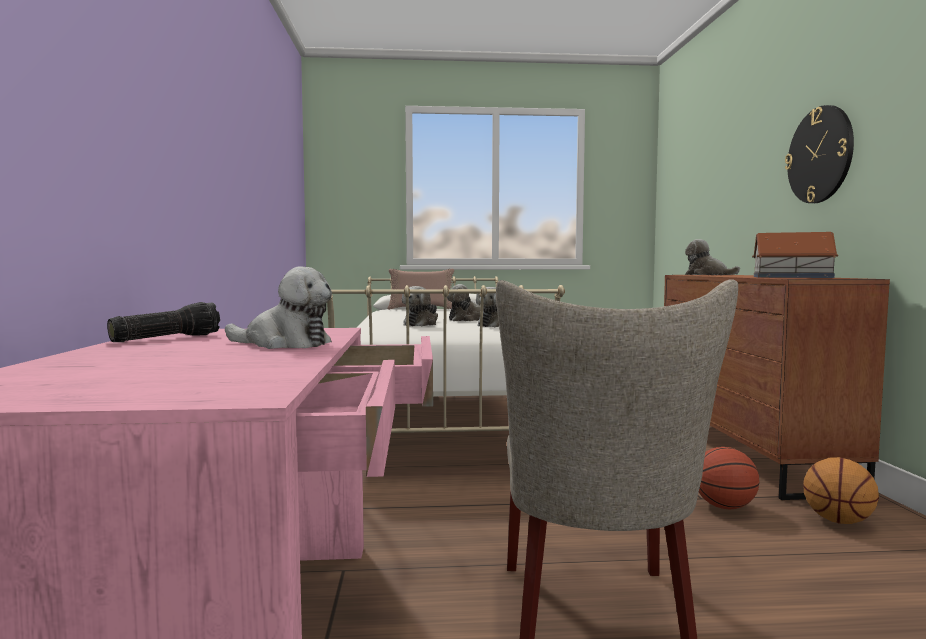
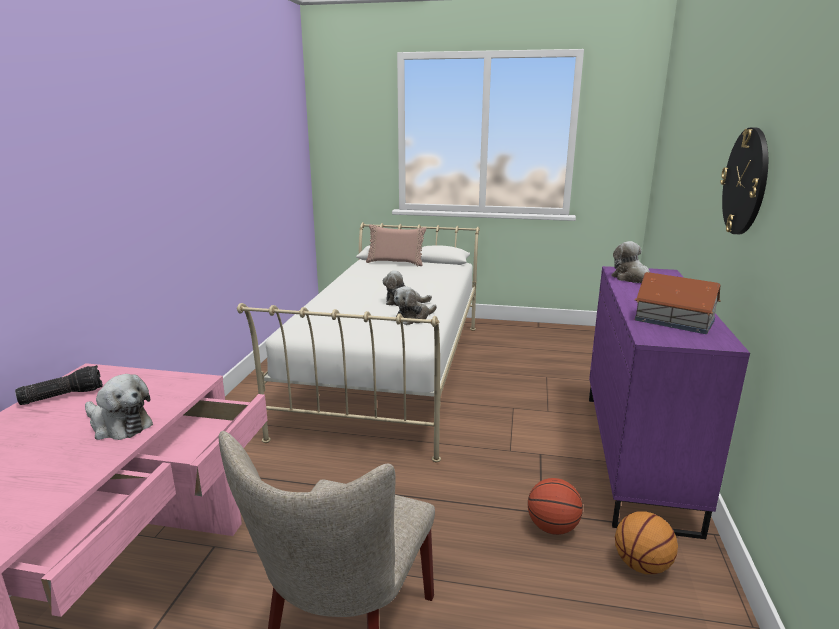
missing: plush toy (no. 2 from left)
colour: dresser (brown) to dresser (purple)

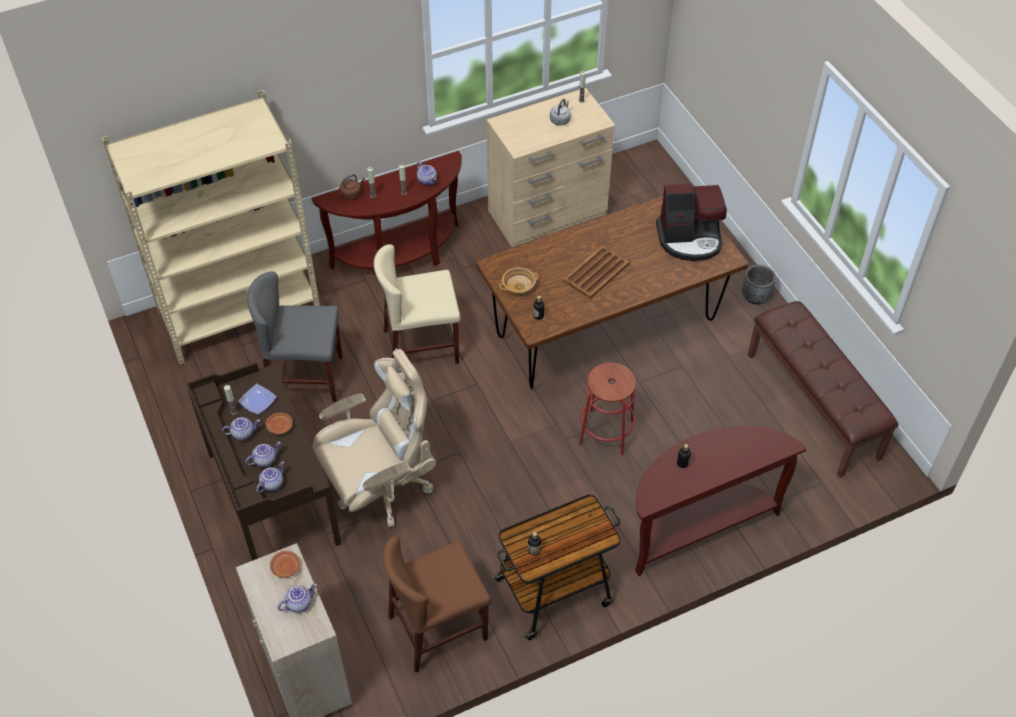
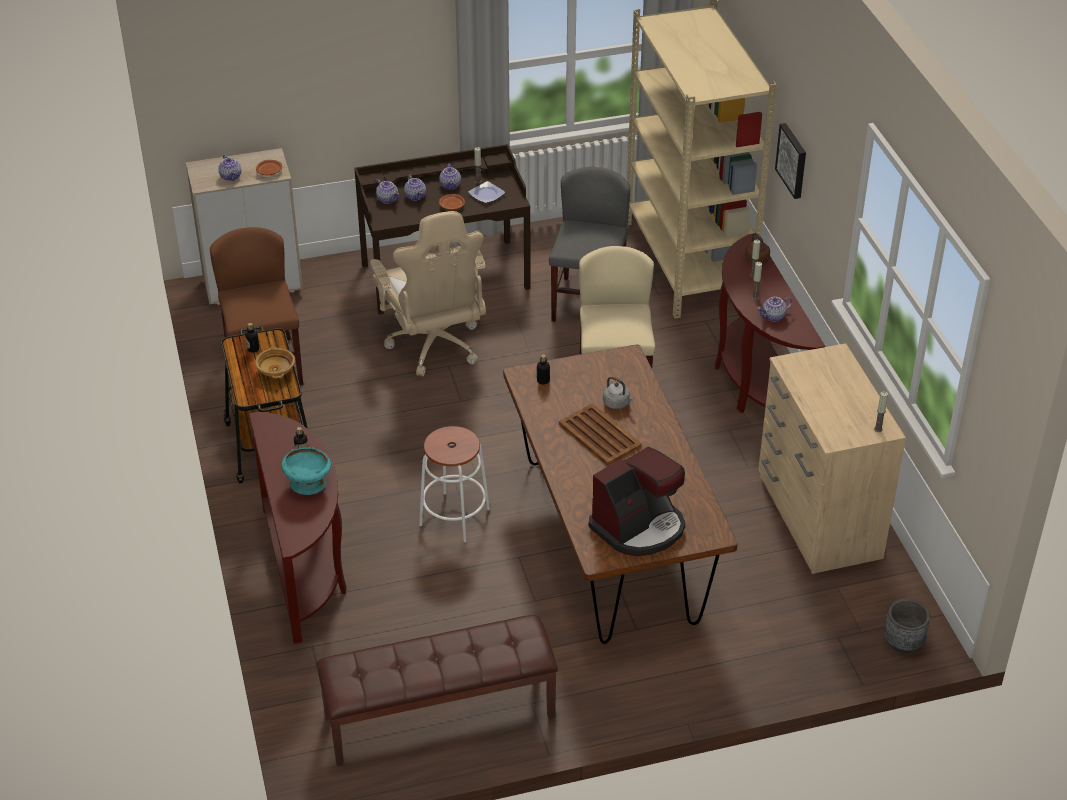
appeared: bowl (turquoise); picture
relocated: bowl (beige); kettle (grey); planter (grey)
colour: stool (red) to stool (white)
spun: coffee machine 135 degrees counterclockwise

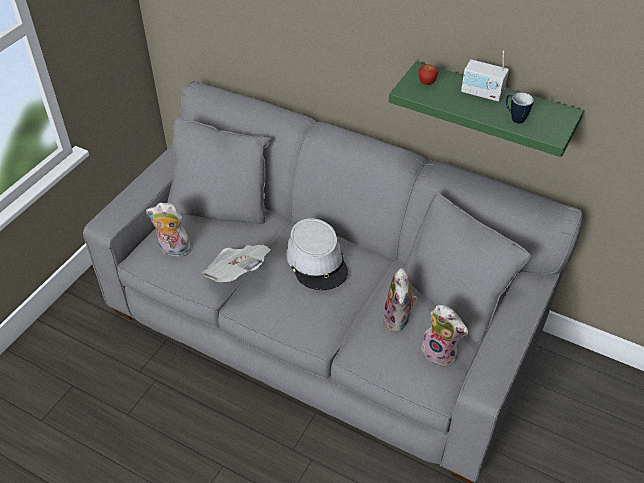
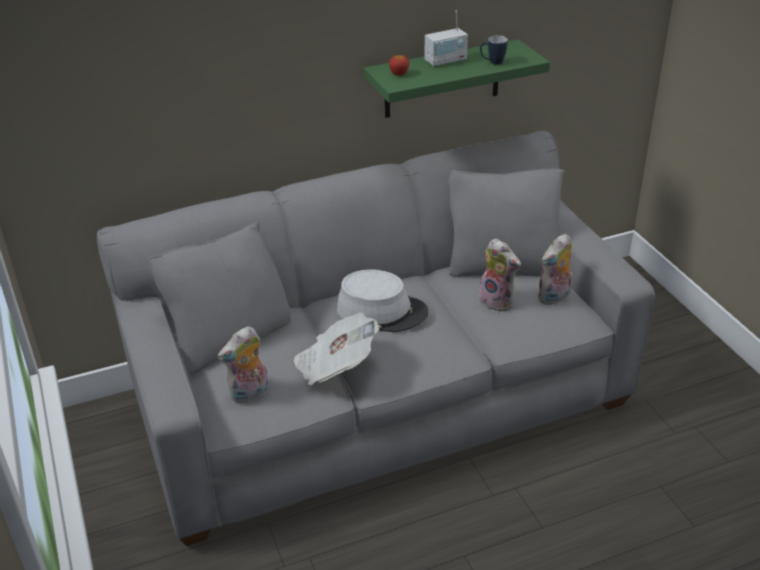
spun: plush toy (no. 3 from left) 150 degrees clockwise

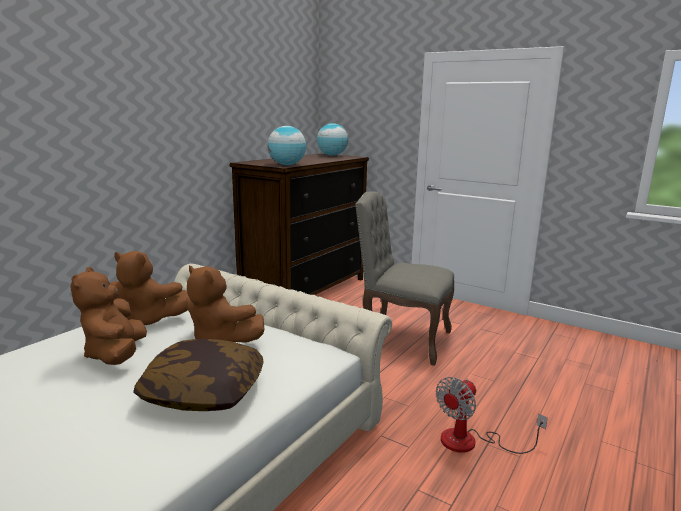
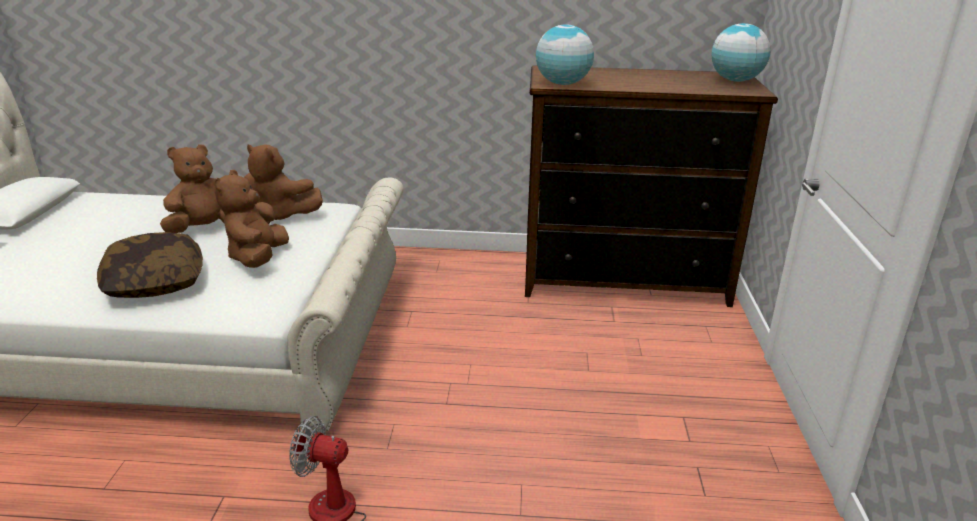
missing: chair (grey)
spun: plush toy (brown) (no. 2 from left in the first image) 45 degrees counterclockwise

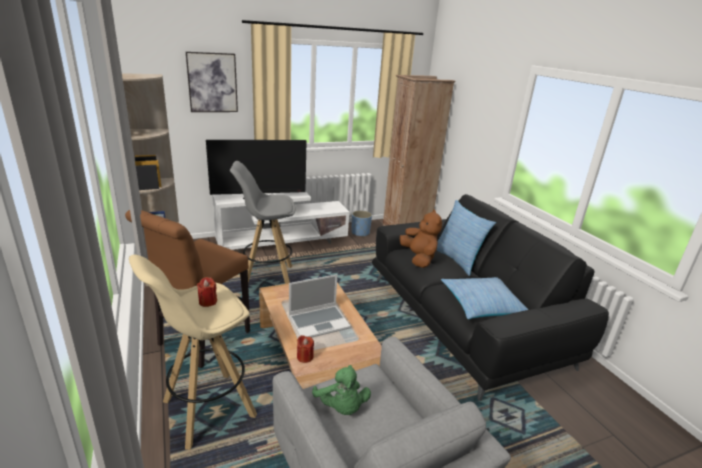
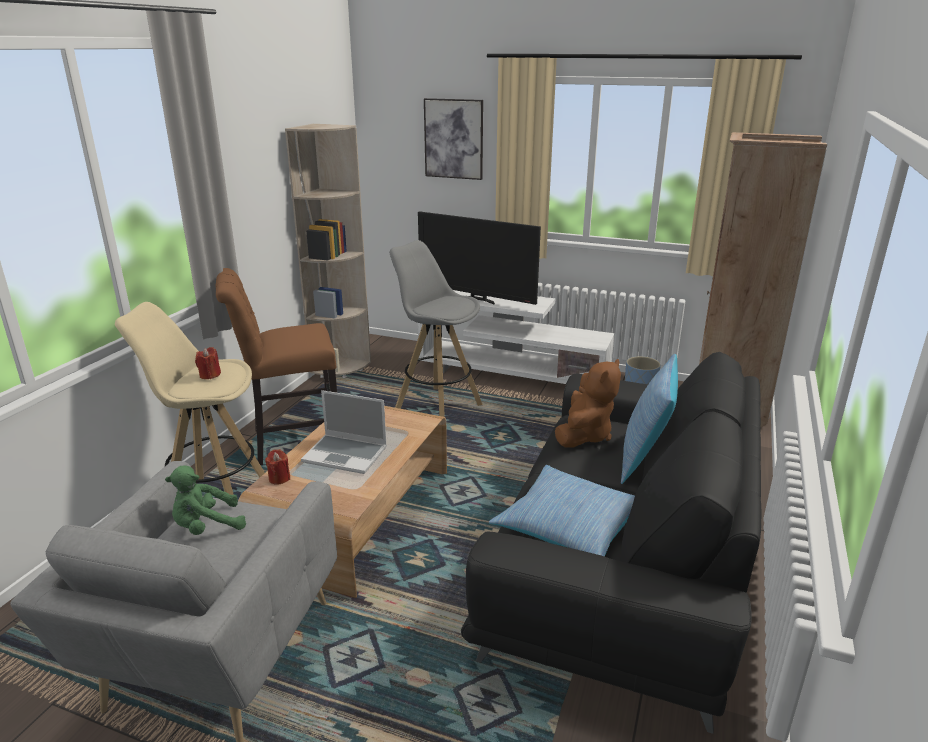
spun: plush toy (green) 45 degrees clockwise

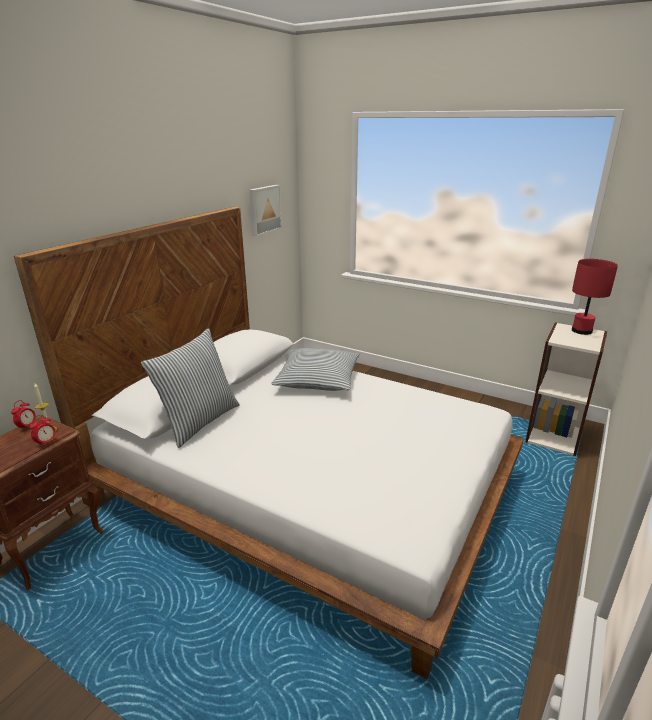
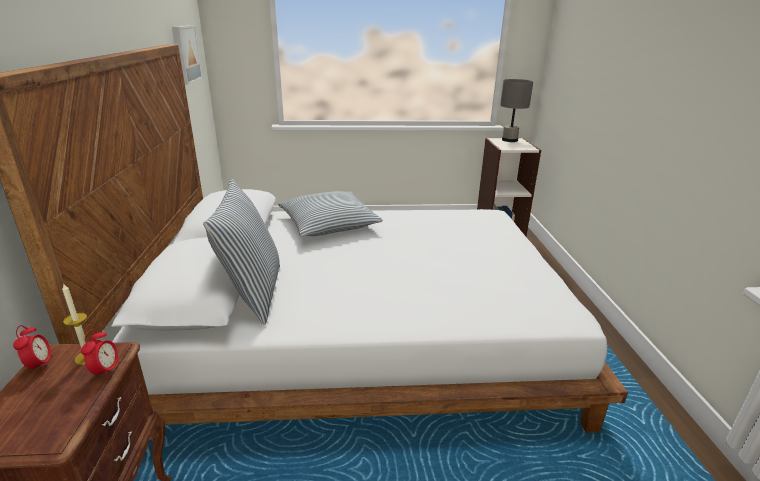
colour: table lamp (red) to table lamp (grey)

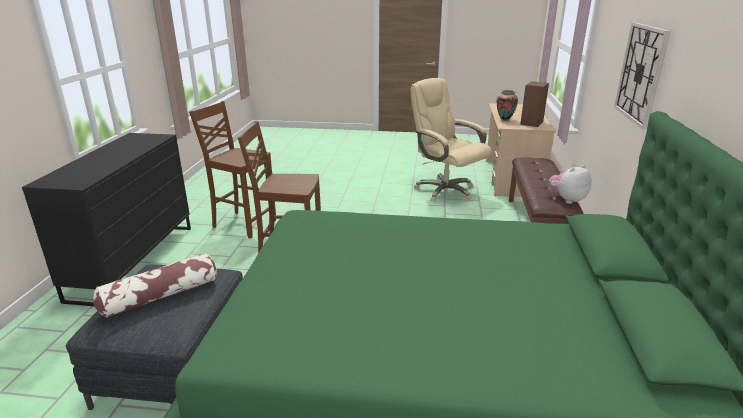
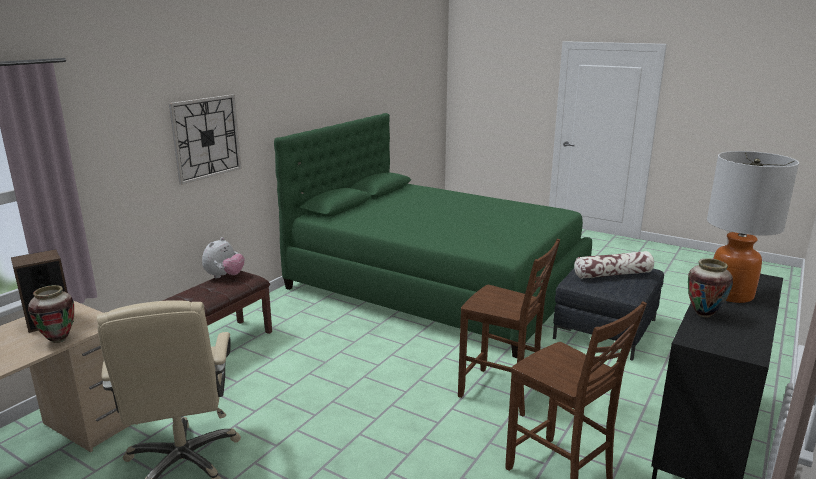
appeared: vase (no. 2 from left); table lamp
spun: plush toy 60 degrees counterclockwise

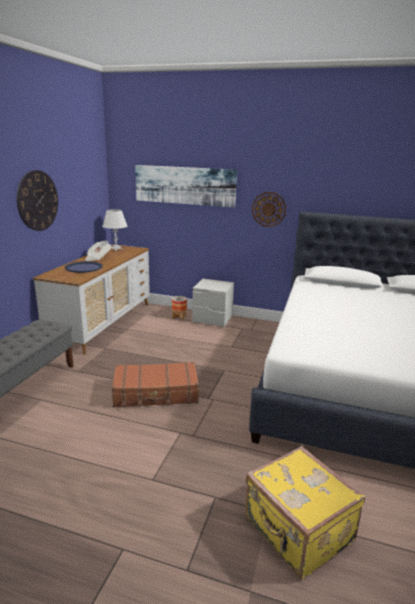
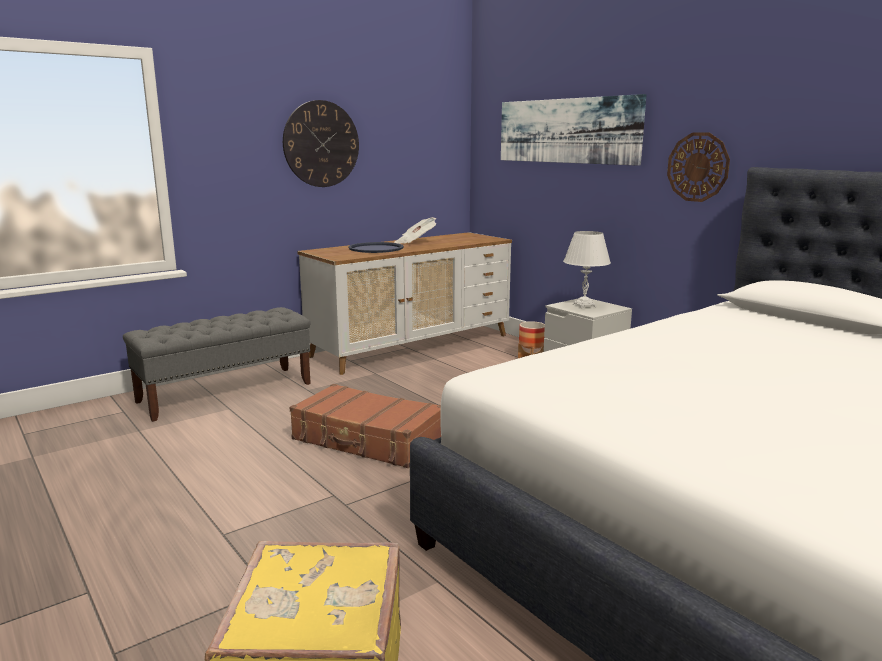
relocated: table lamp (white)

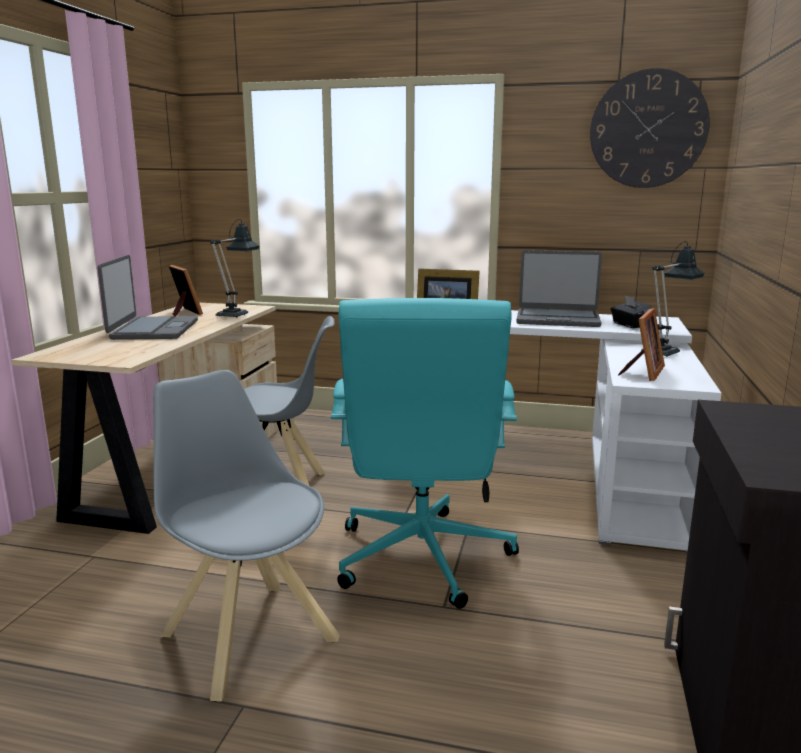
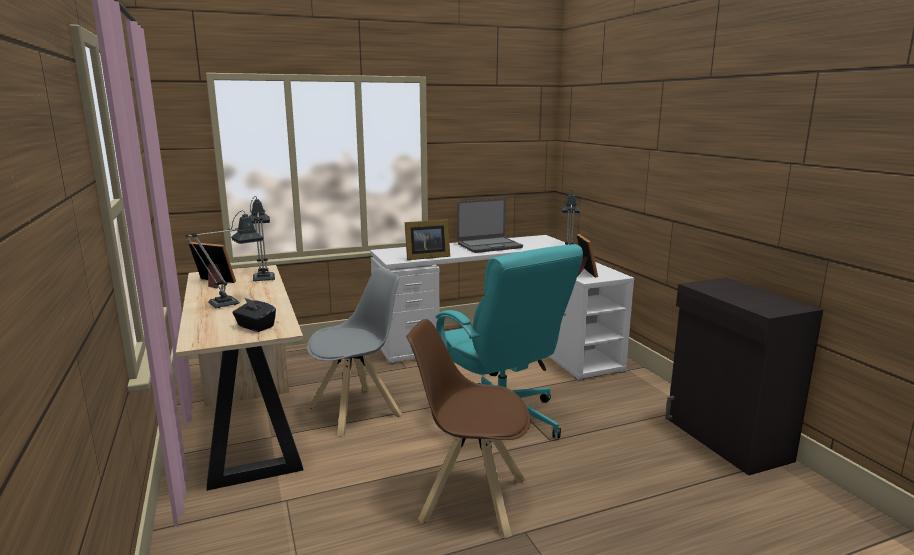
missing: wall clock
relocated: tissue box (black)
exchanged: laptop (no. 1 from left) to table lamp (no. 1 from left)
colour: chair (grey) (no. 1 from left) to chair (brown)

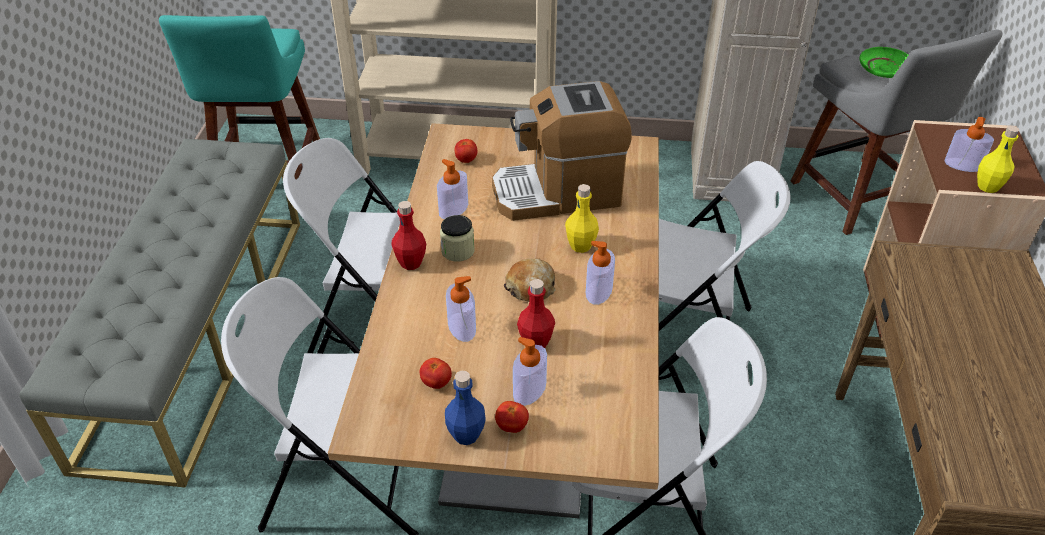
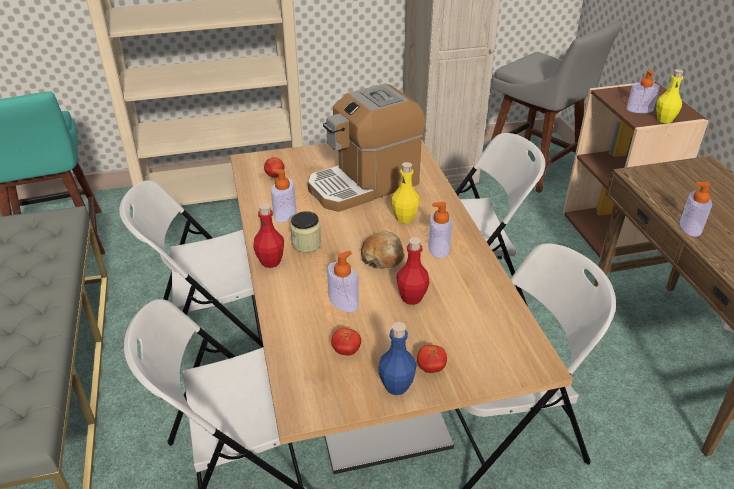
missing: plate (green)
relocated: soap dispenser (no. 3 from left in the first image) to soap dispenser (no. 5 from left)

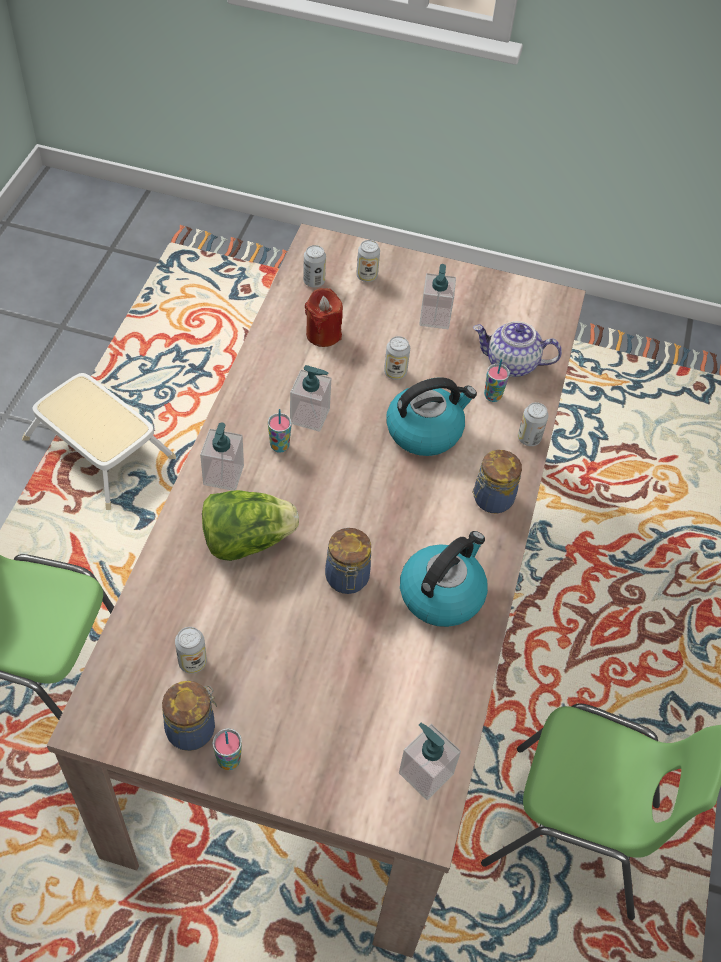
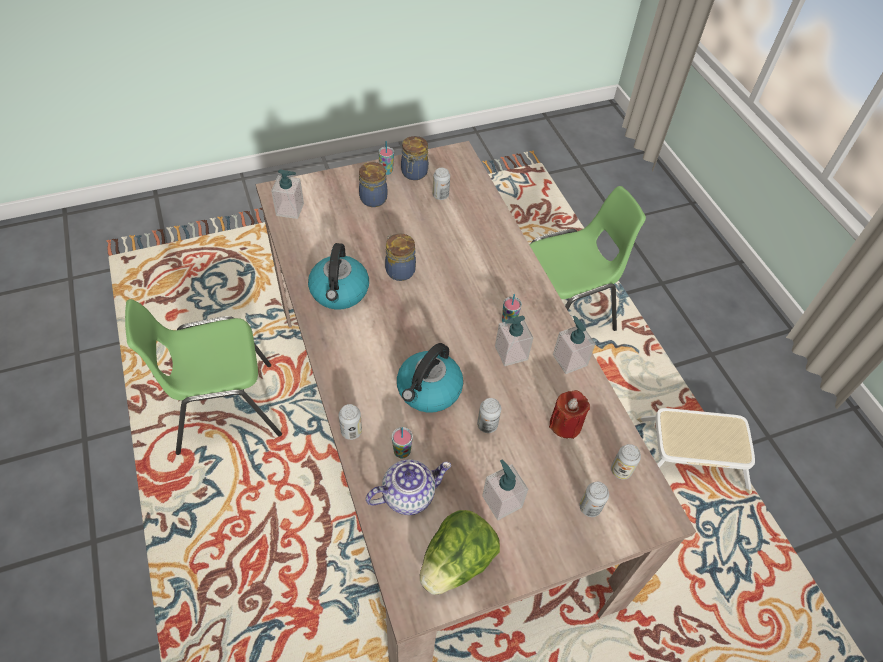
relocated: soap dispenser (no. 1 from left in the first image) to soap dispenser (no. 4 from left); lettuce; jar (no. 3 from left in the first image) to jar (no. 1 from left)

